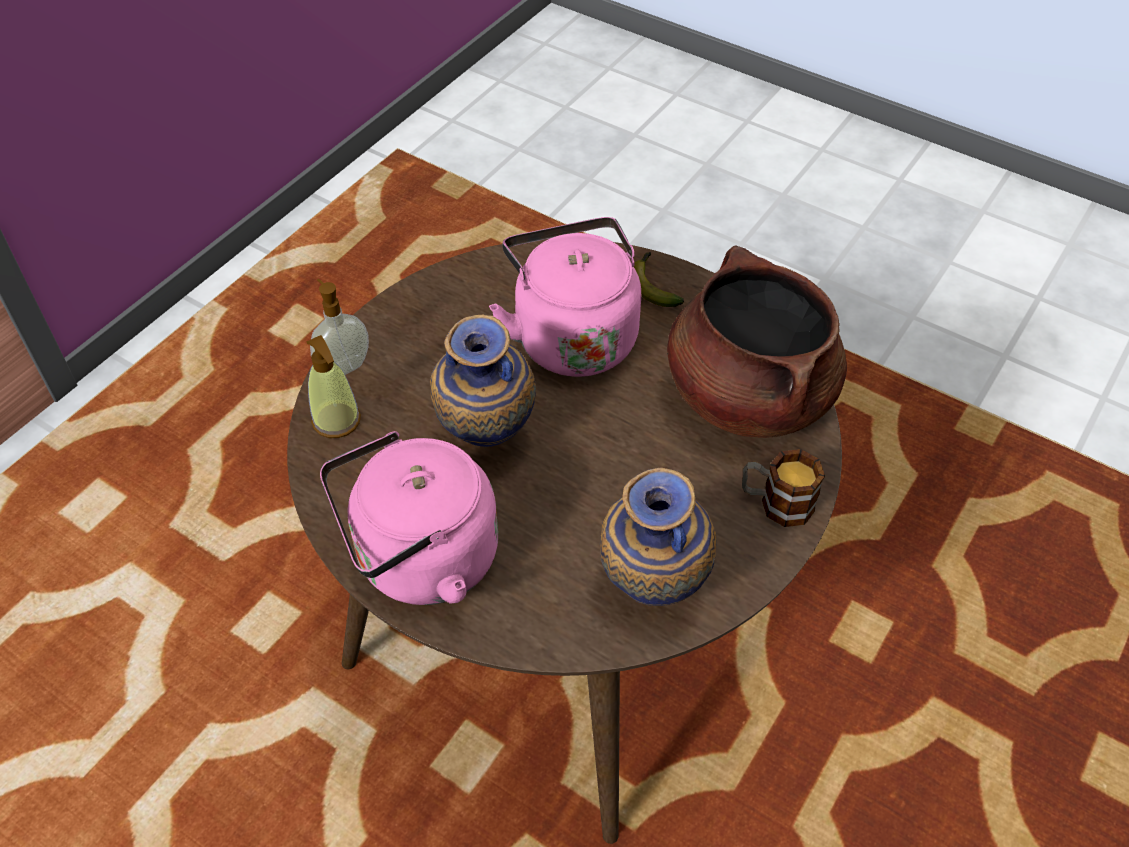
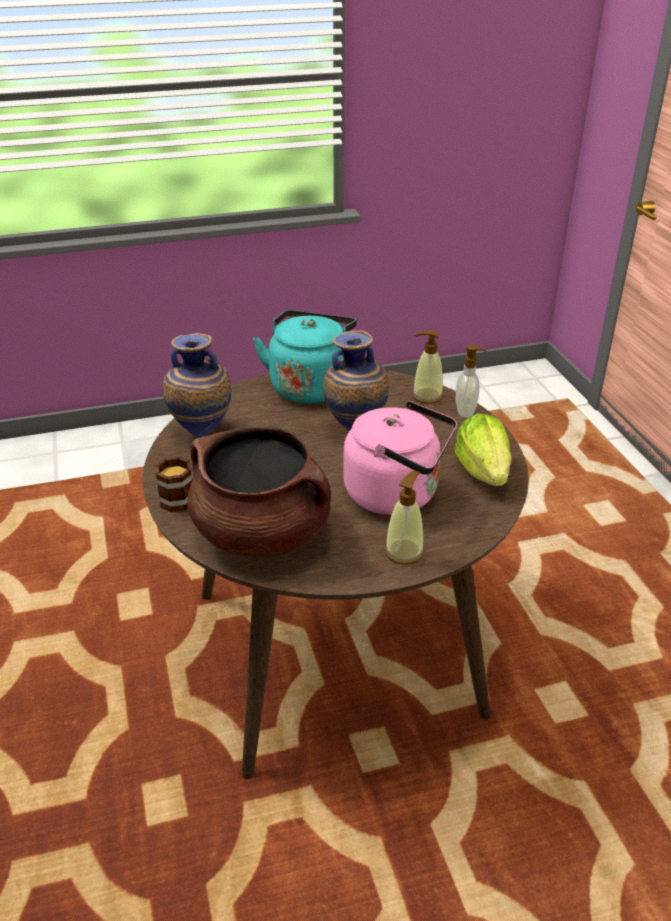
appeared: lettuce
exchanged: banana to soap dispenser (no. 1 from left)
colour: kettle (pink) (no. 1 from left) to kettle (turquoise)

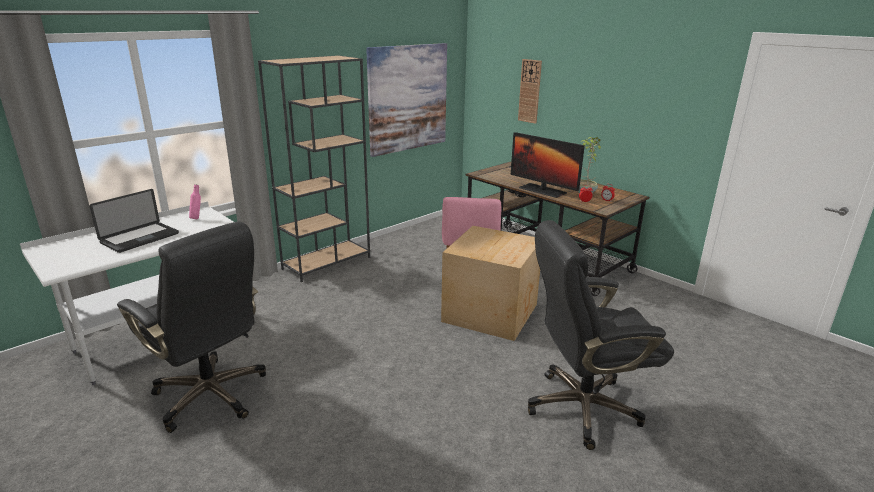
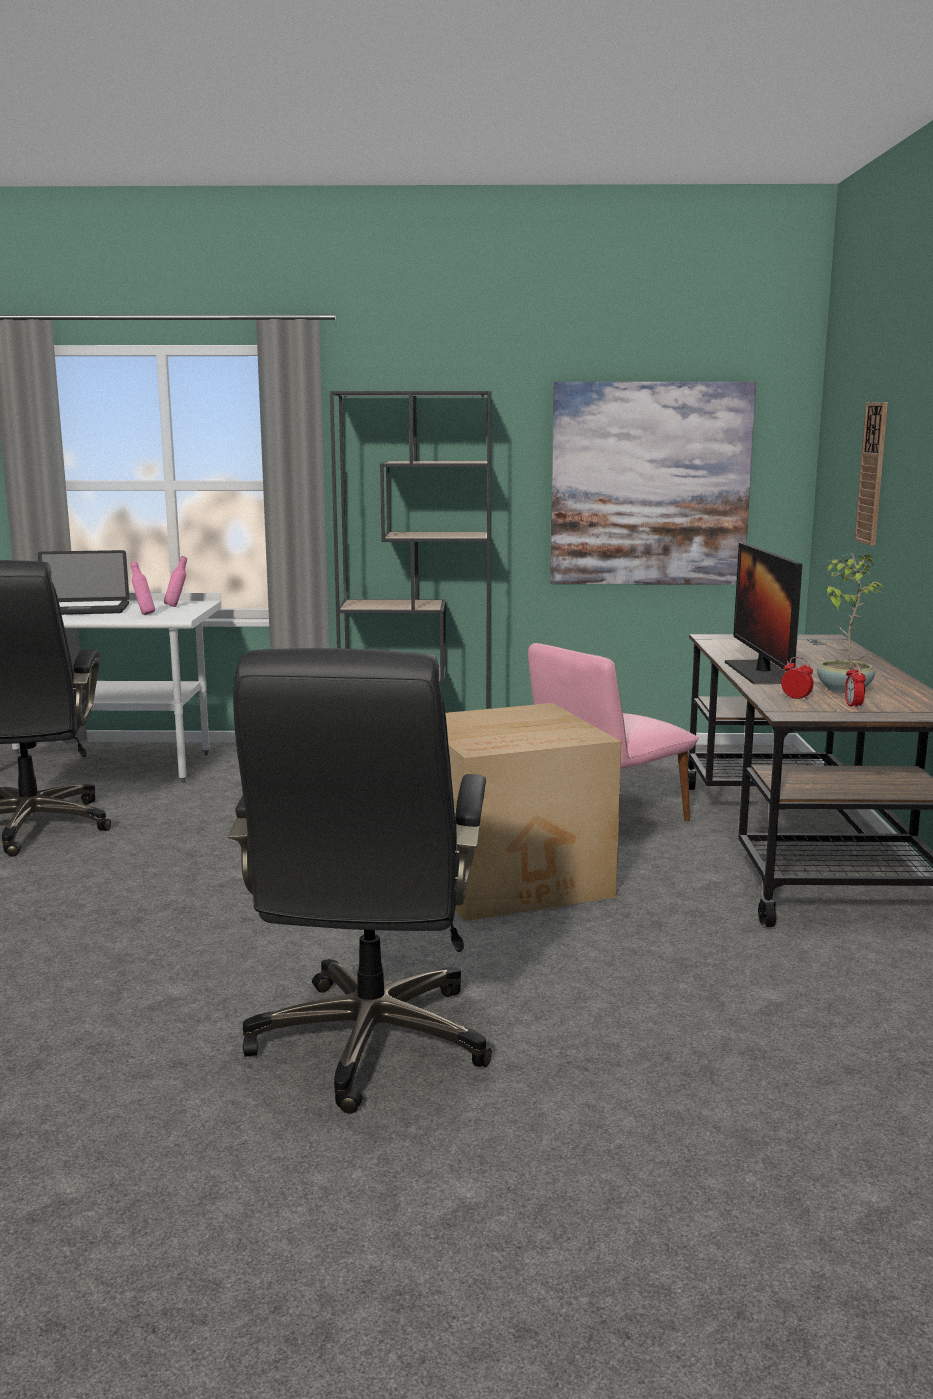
appeared: bottle (pink) (no. 1 from left)
spun: office chair (black) (no. 2 from left) 120 degrees counterclockwise

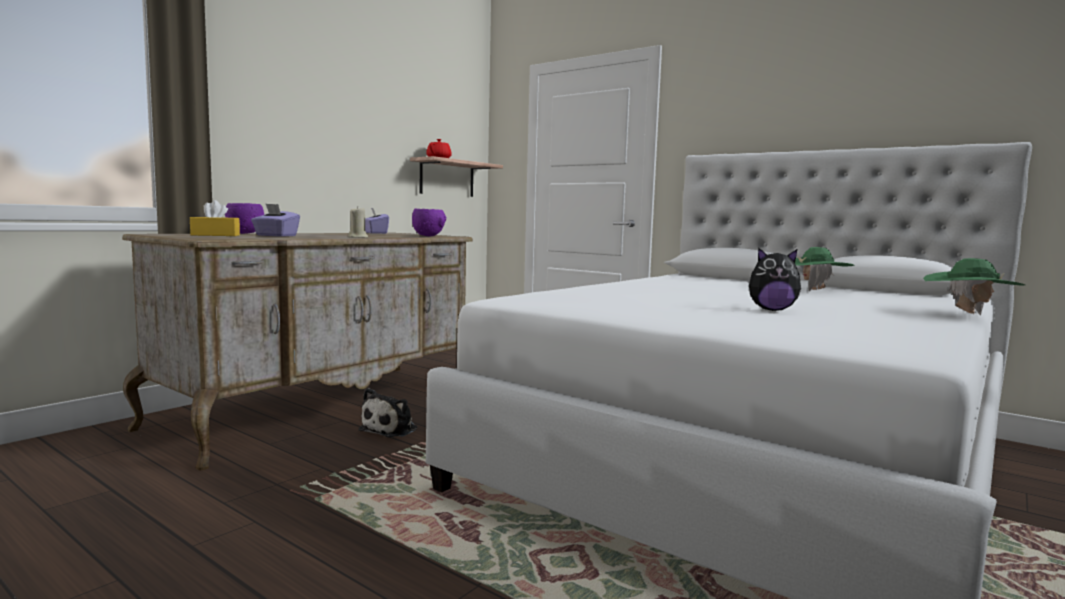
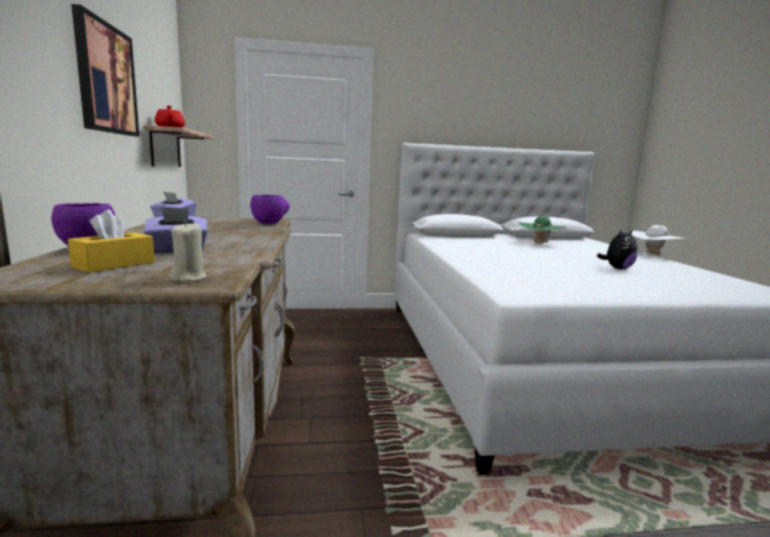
missing: plush toy (no. 1 from left)
appeared: picture
relocated: candle (beige)
colour: hat (green) (no. 2 from left) to hat (white)

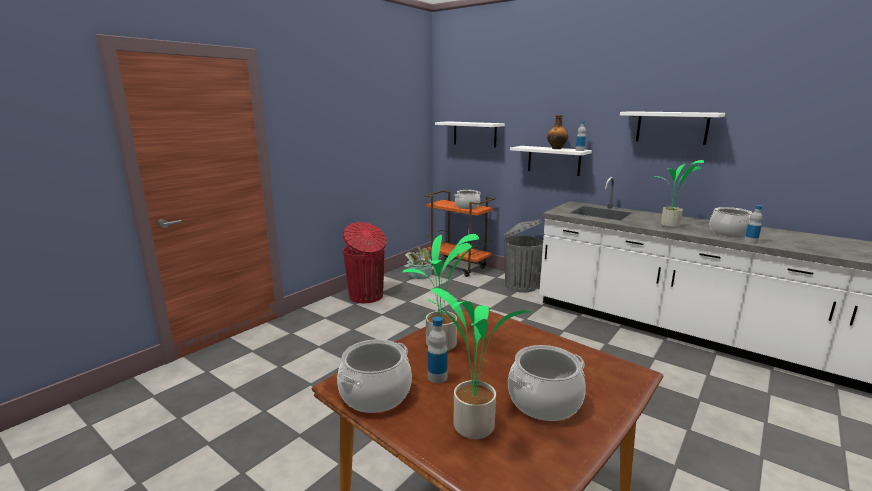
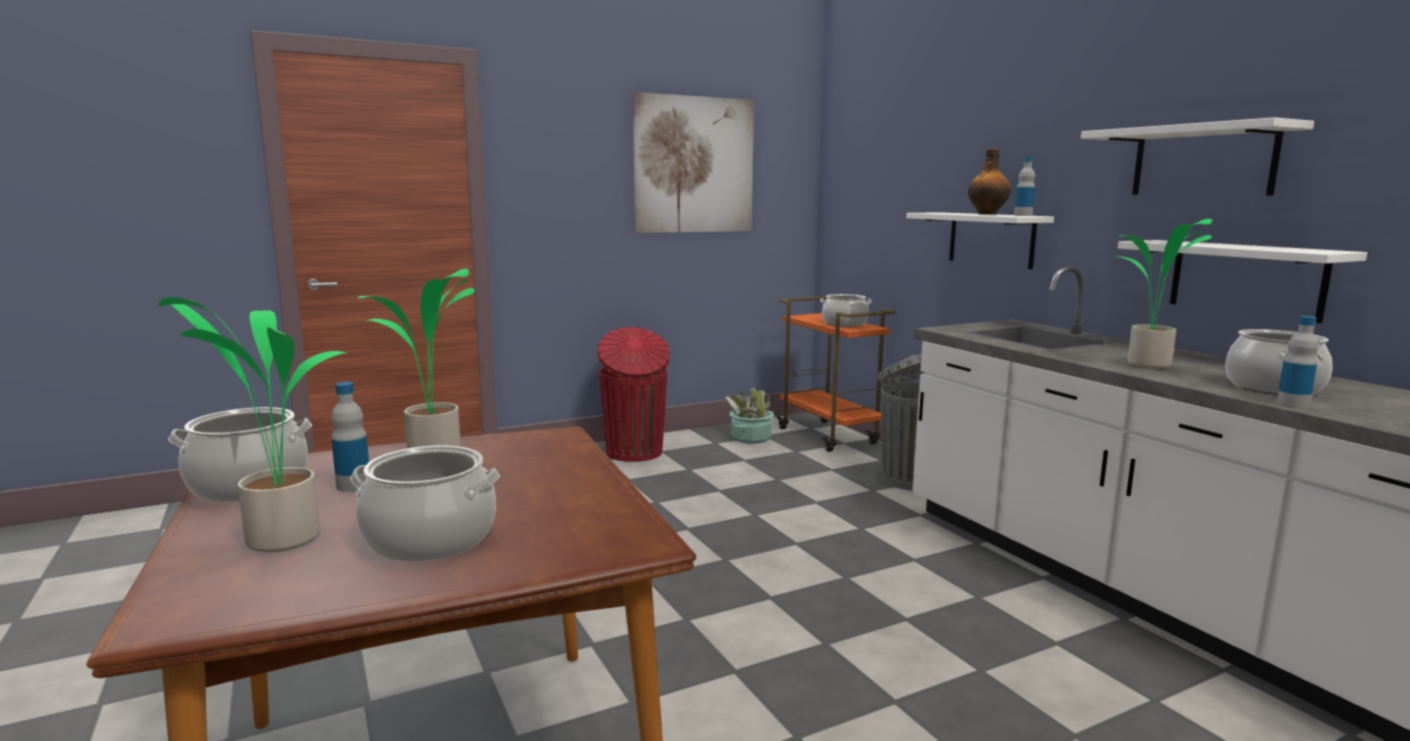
appeared: picture
relocated: shelf (white) (no. 1 from left in the first image) to shelf (white) (no. 3 from left)

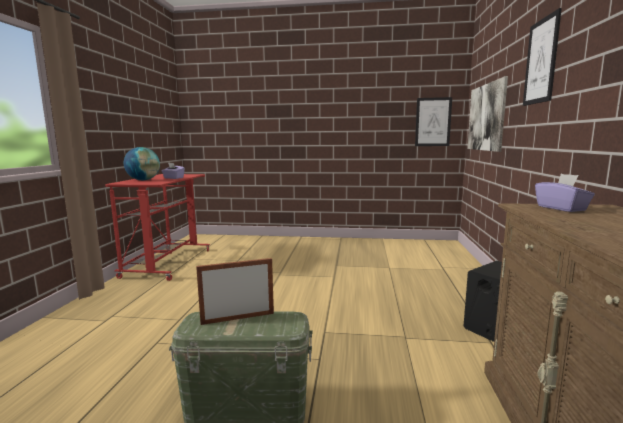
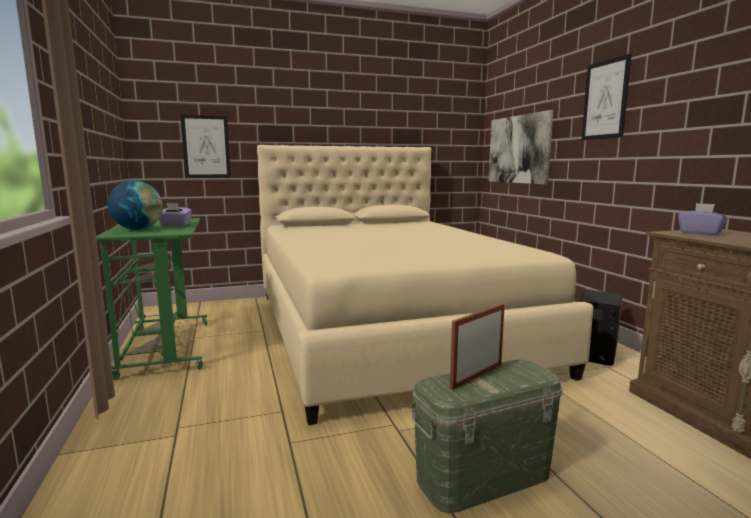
appeared: bed (beige)
relocated: picture (no. 1 from left)
colour: desk (red) to desk (green)

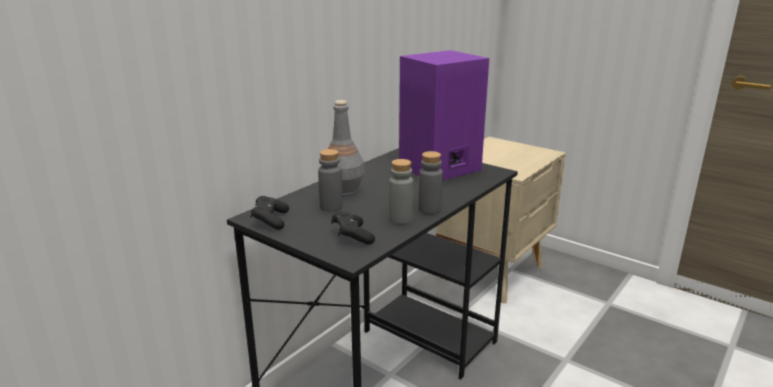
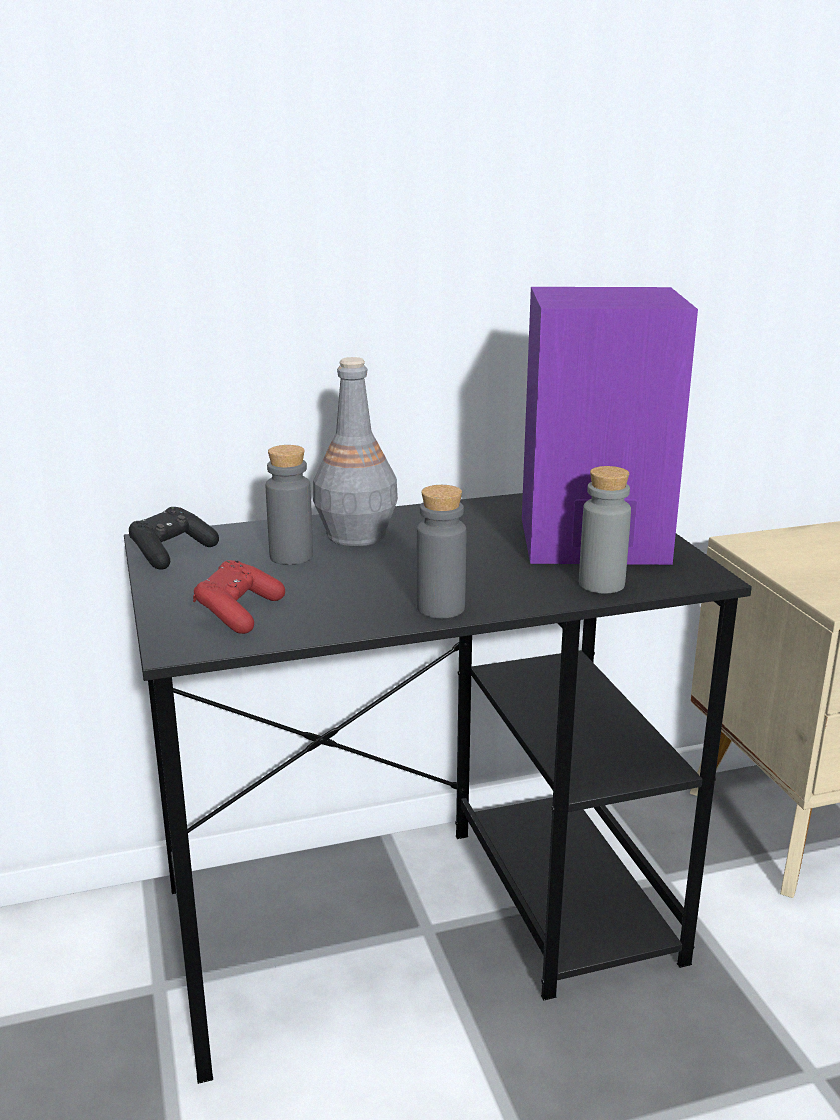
relocated: bottle (grey) (no. 3 from left in the first image) to bottle (grey) (no. 4 from left)
colour: game controller (black) (no. 2 from left) to game controller (red)

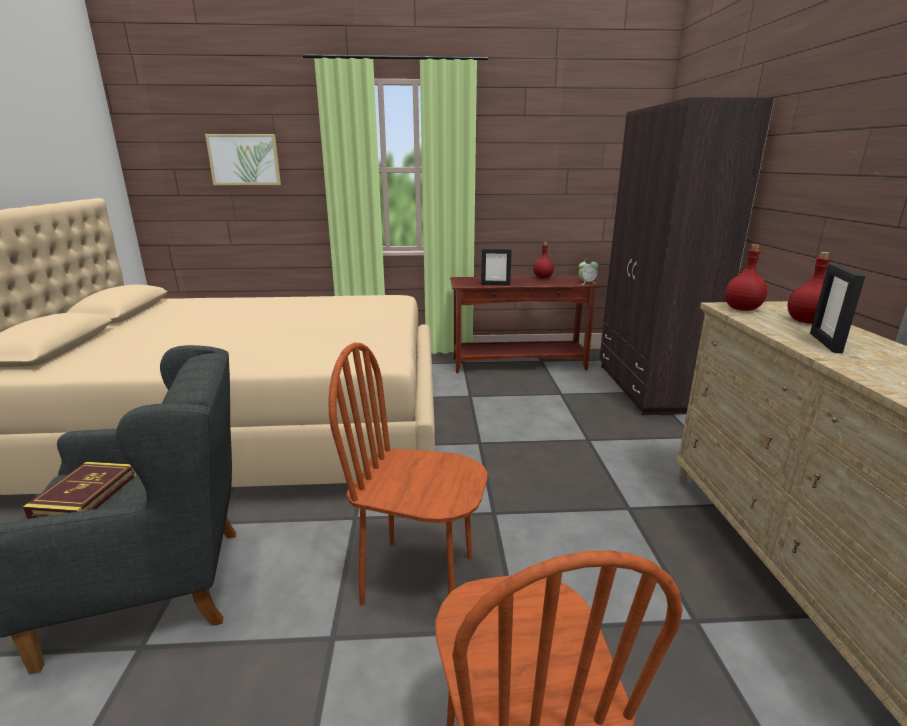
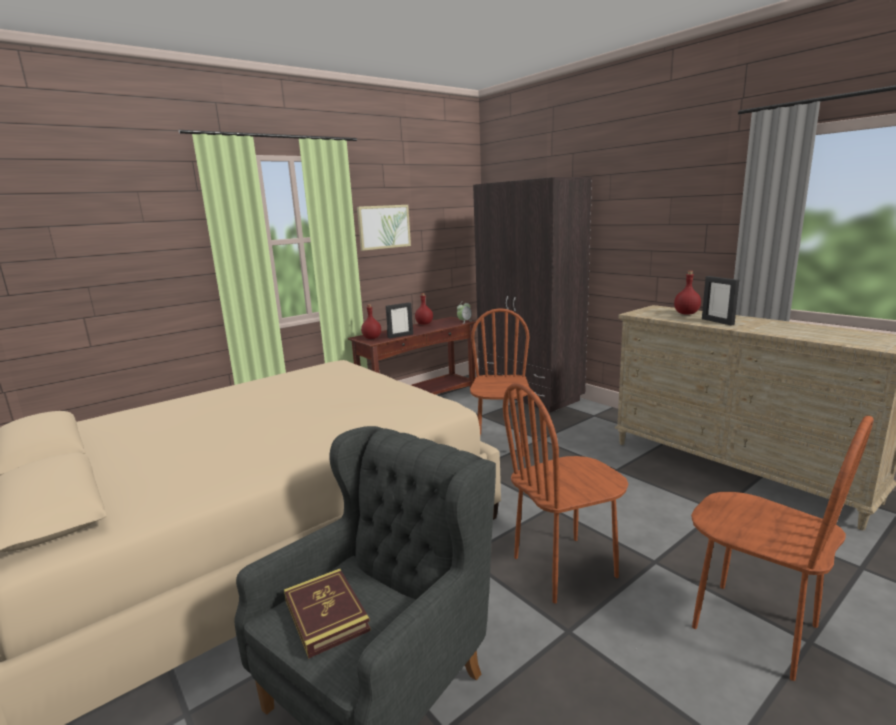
appeared: chair (brown) (no. 1 from left)
relocated: picture; bottle (red) (no. 2 from left in the first image) to bottle (red) (no. 1 from left)

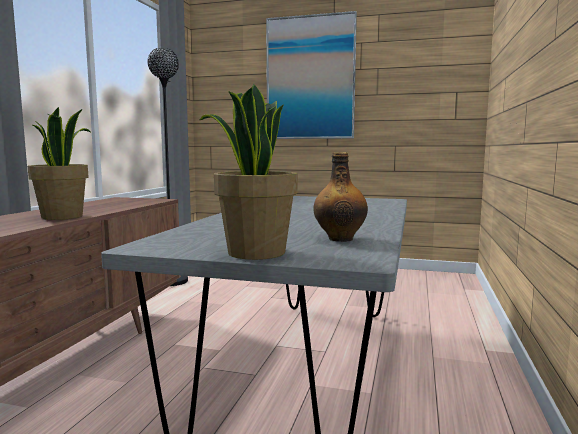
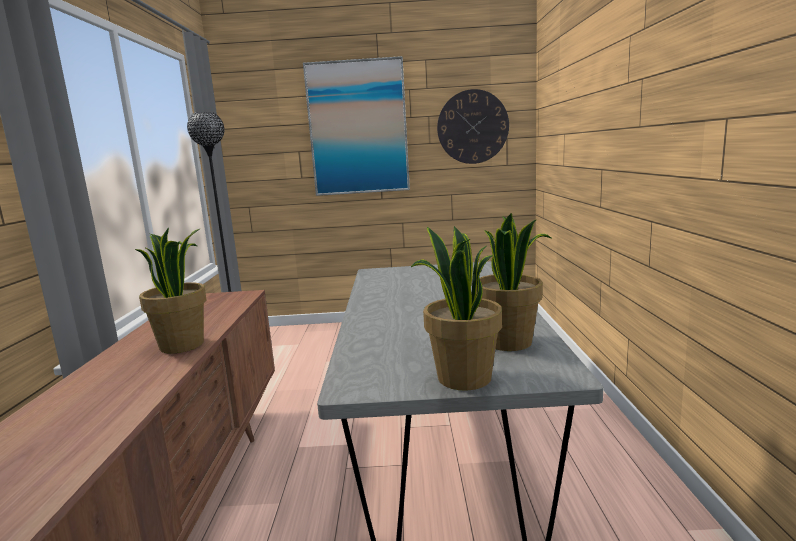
appeared: wall clock
exchanged: bottle to potted plant (no. 3 from left)

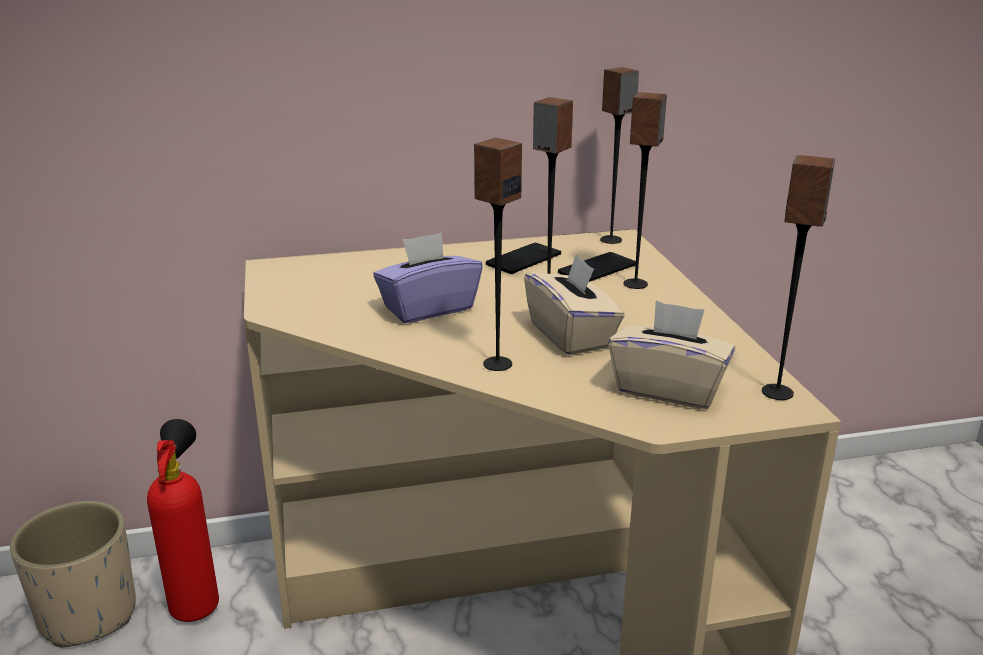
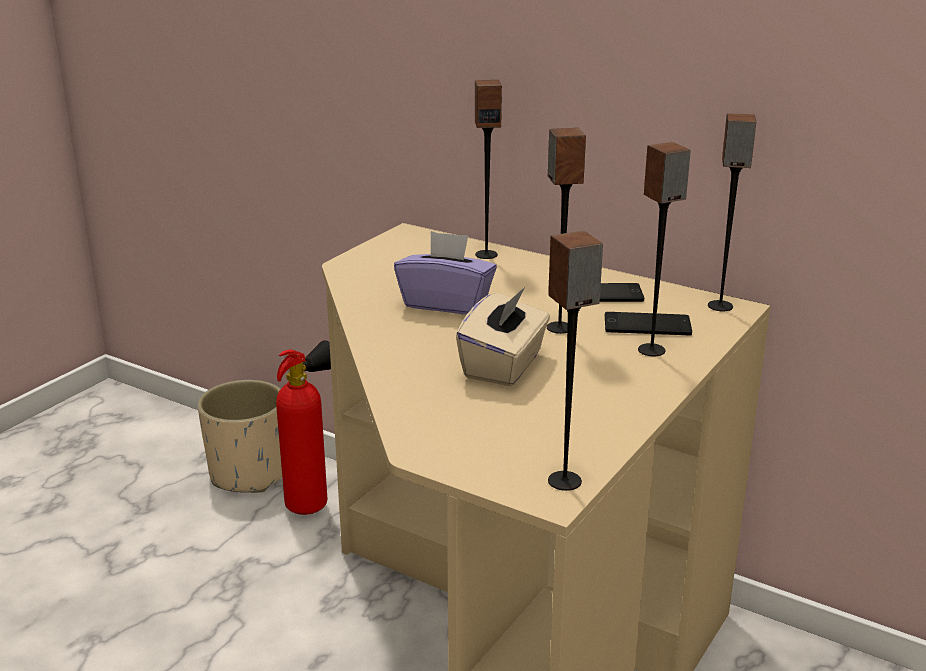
missing: tissue box (beige) (no. 2 from left)
relocated: speaker (no. 1 from left)

